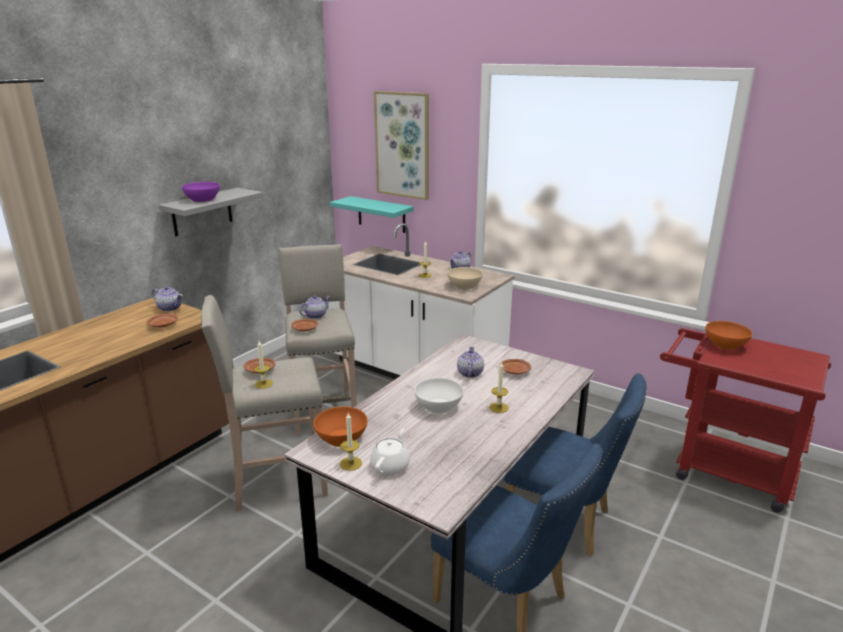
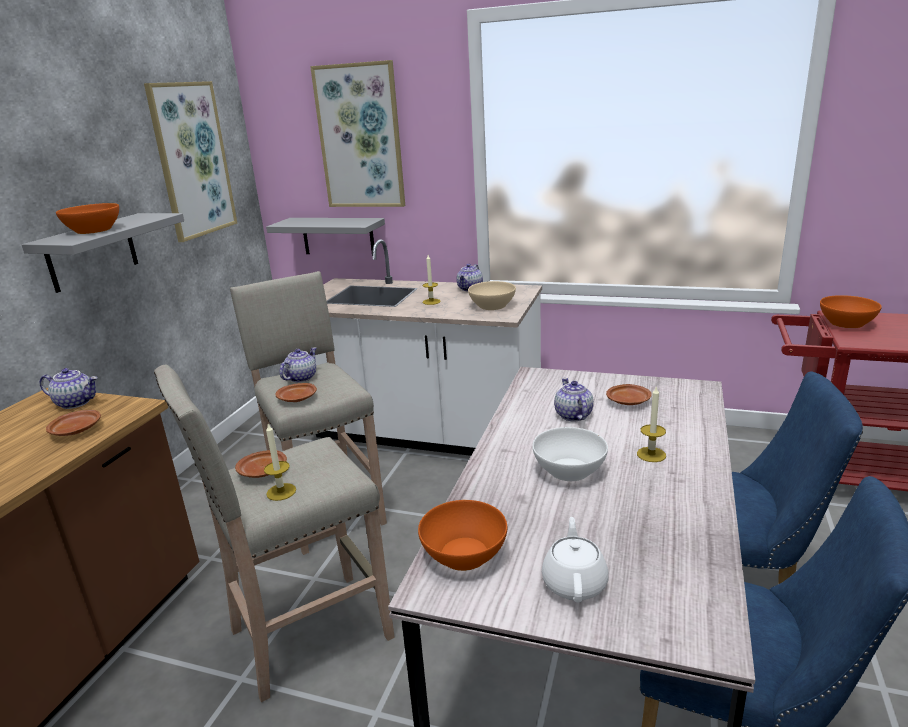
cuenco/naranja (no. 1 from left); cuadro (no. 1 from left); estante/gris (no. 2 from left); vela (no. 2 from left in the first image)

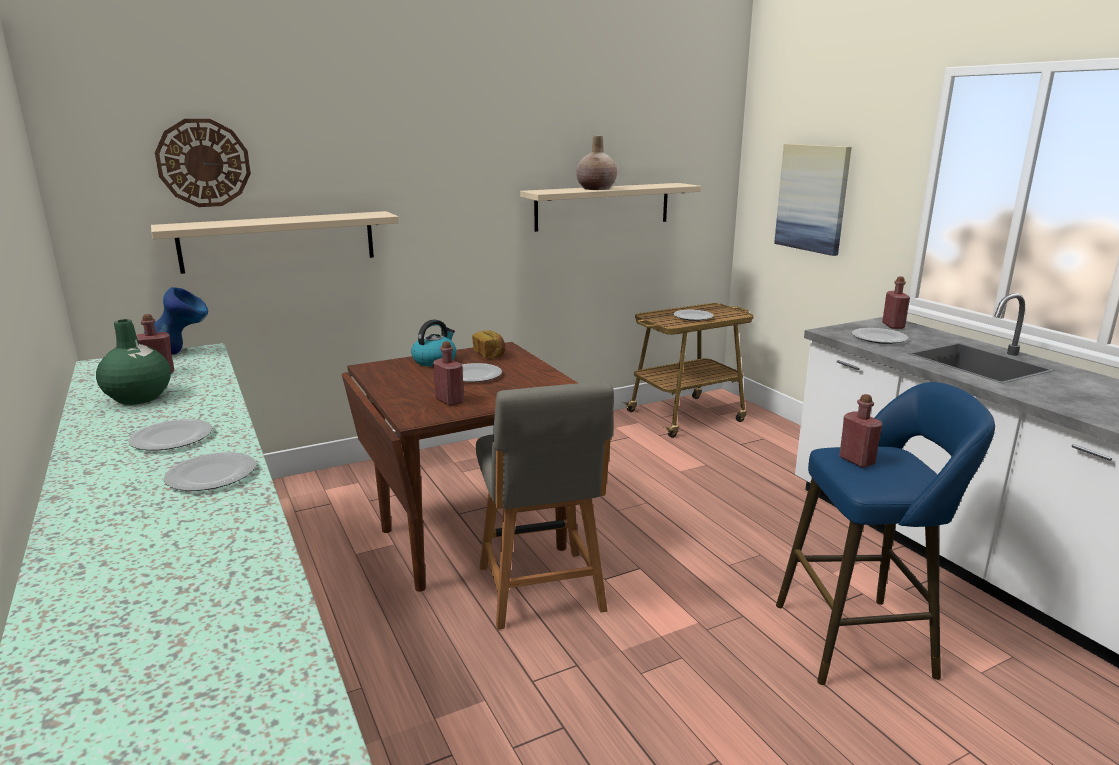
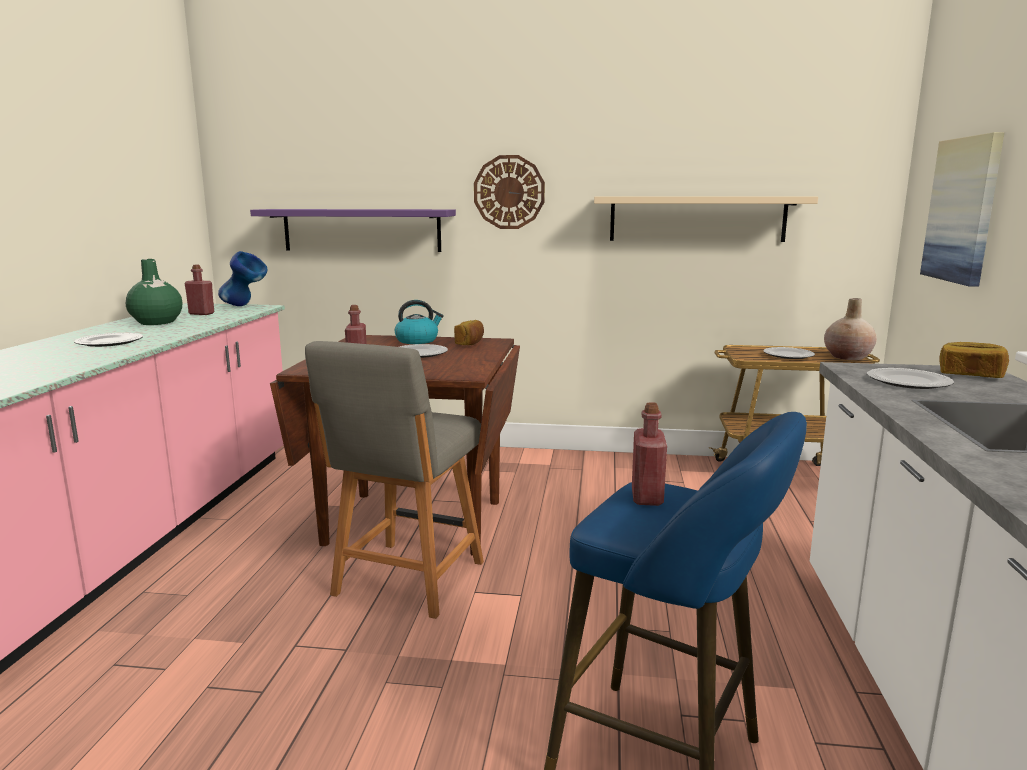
estante/morado; reloj de pared; florero/beis; pan (no. 2 from left); plato (no. 2 from left in the first image)

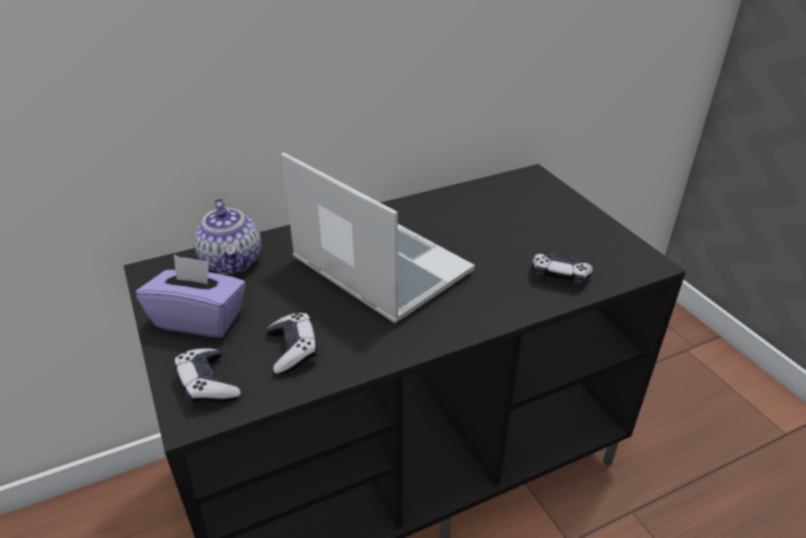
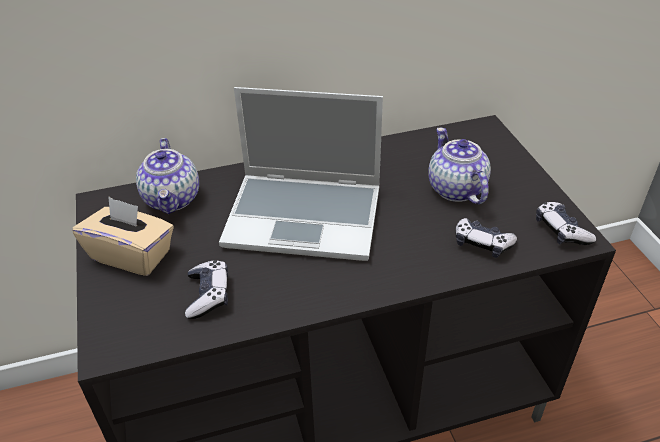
caja de pañuelos/beis; portátil; tetera (no. 2 from left); mando de consola (no. 3 from left)

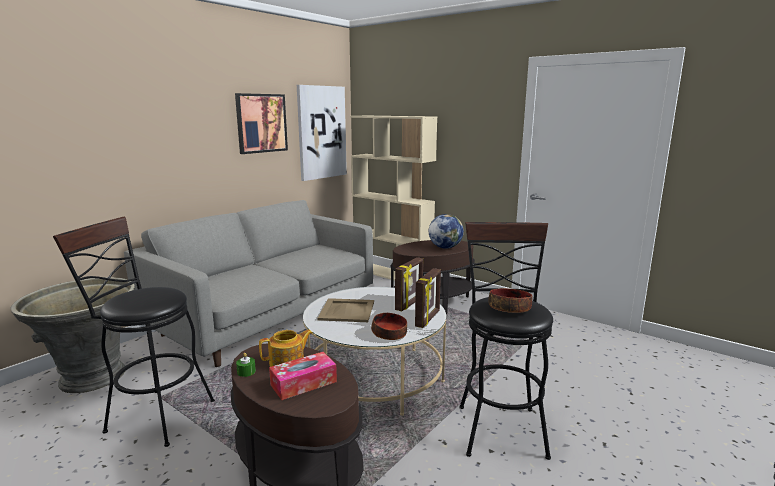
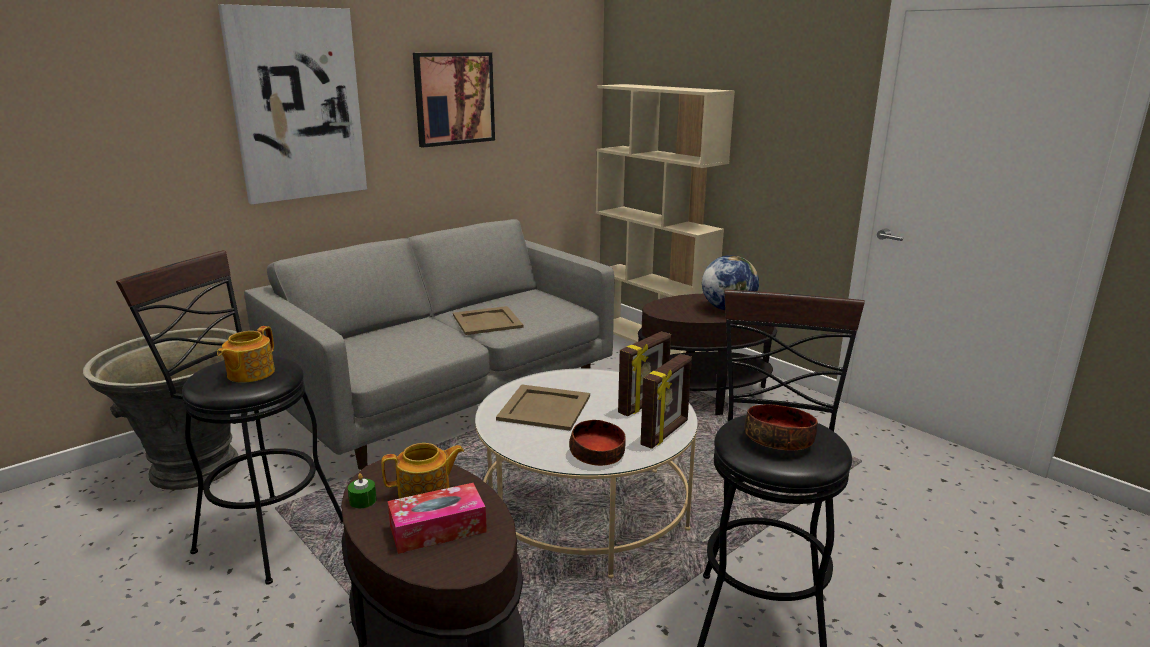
tetera (no. 1 from left); cuadro (no. 1 from left); bandeja/beis (no. 1 from left)

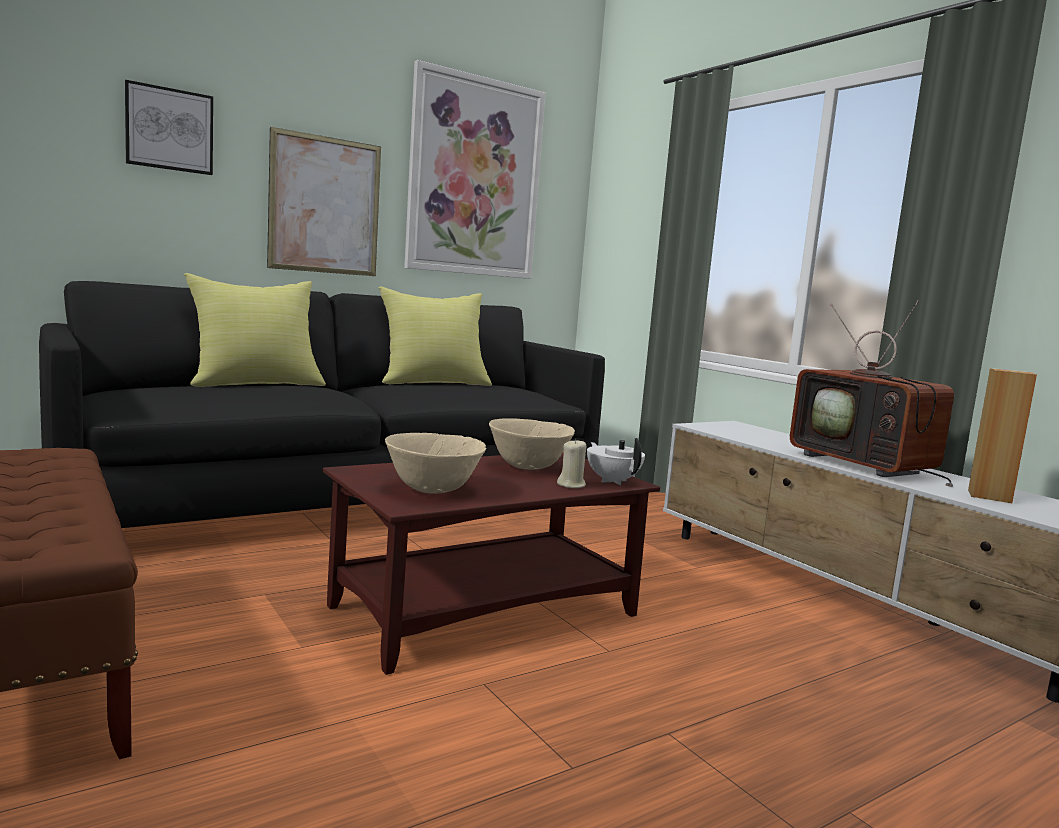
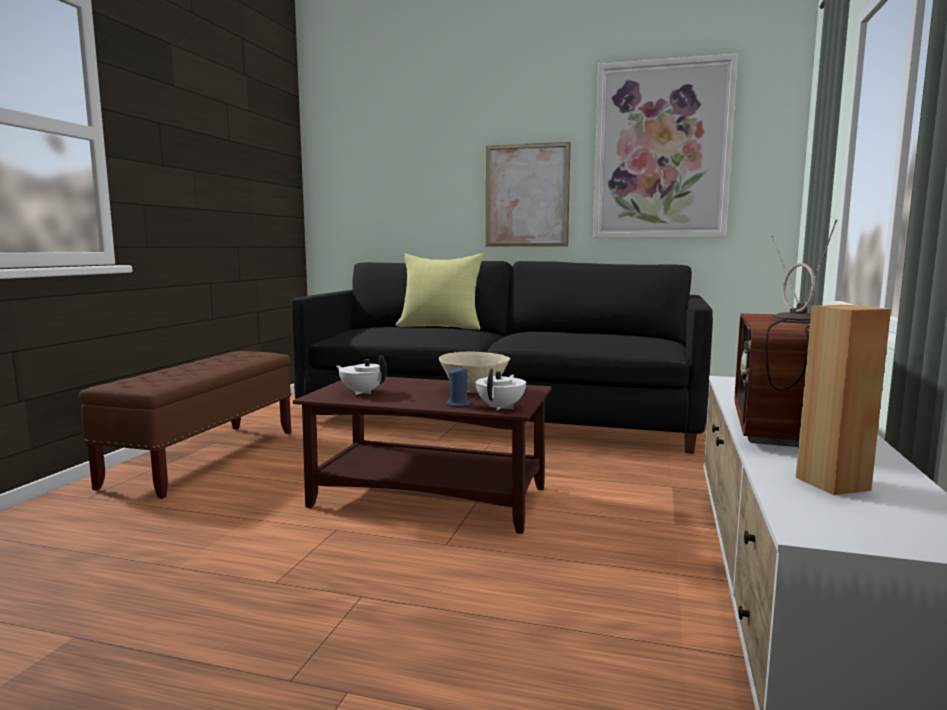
tetera/blanco (no. 1 from left); vela/azul; cuadro (no. 1 from left in the first image); cojín/amarillo (no. 2 from left in the first image)

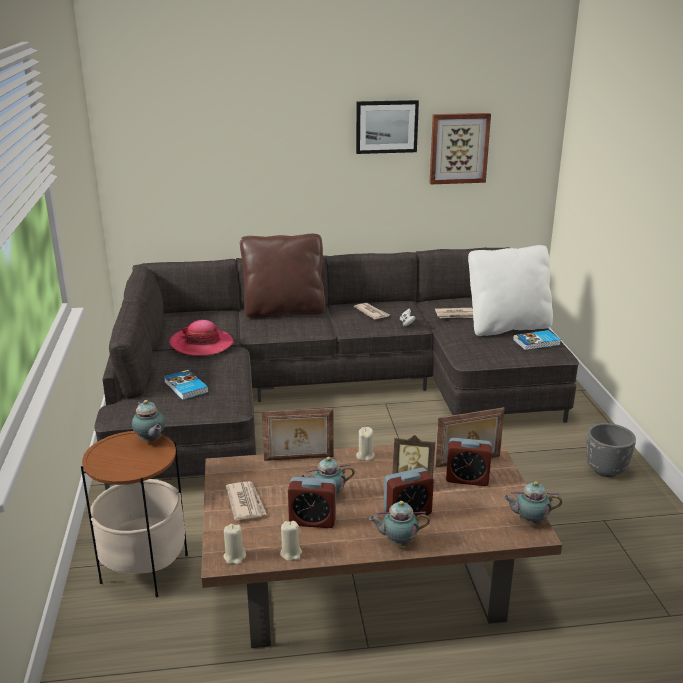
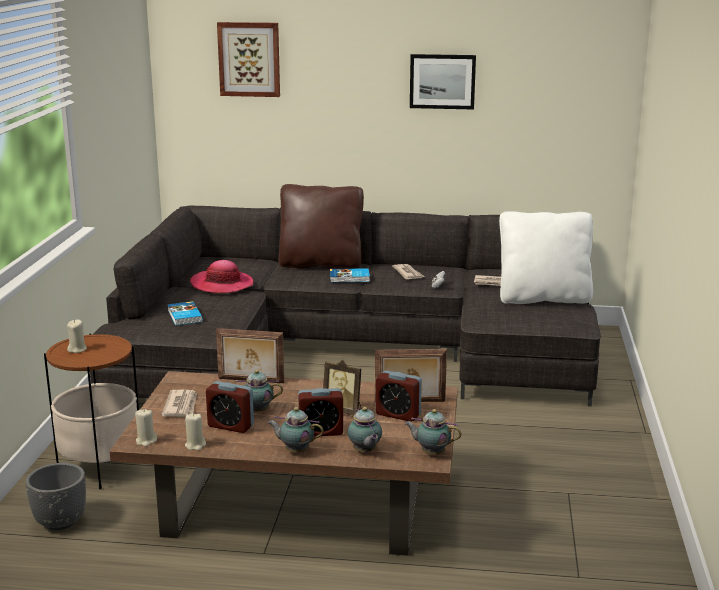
maceta/gris; vela/beis (no. 1 from left); cuadro (no. 1 from left); libro (no. 2 from left); tetera (no. 3 from left)

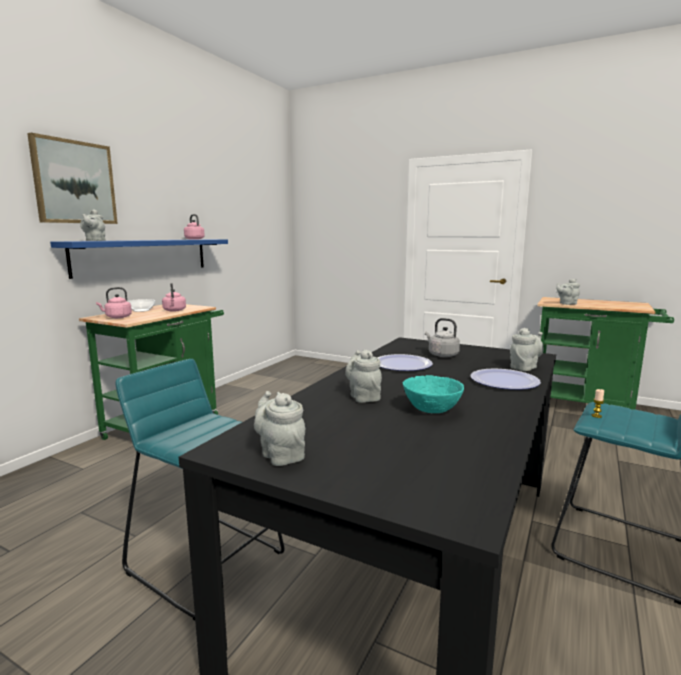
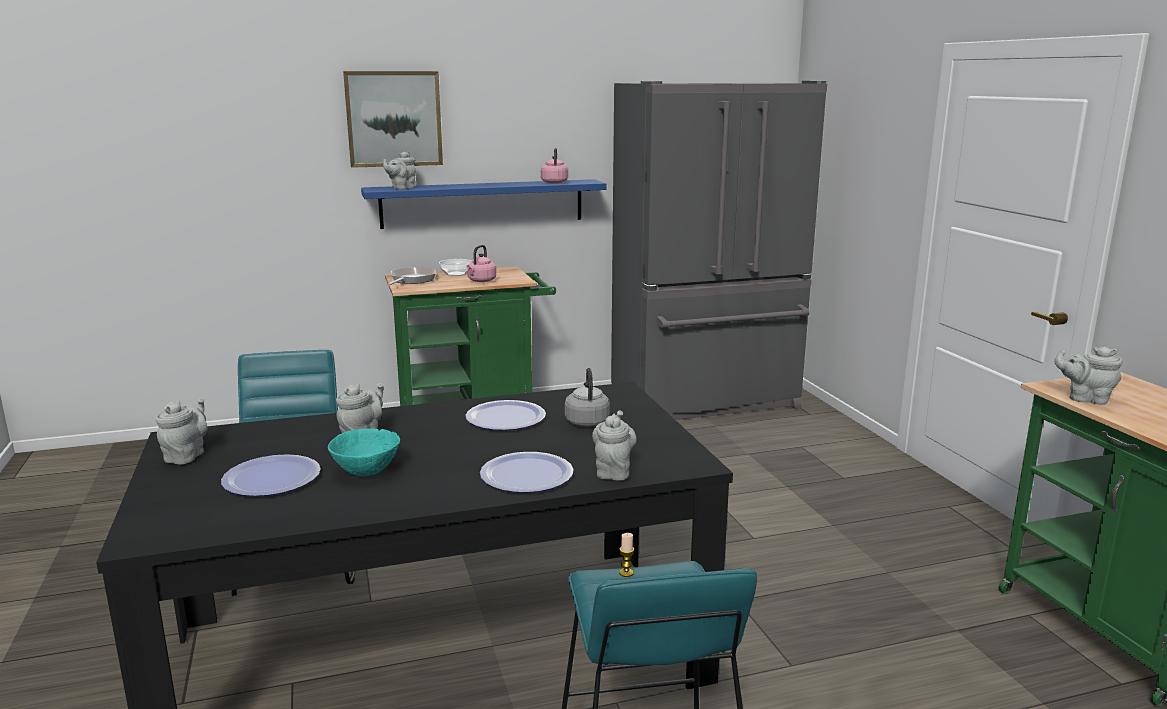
plato (no. 1 from left); sartén; tetera/gris (no. 4 from left); nevera/gris

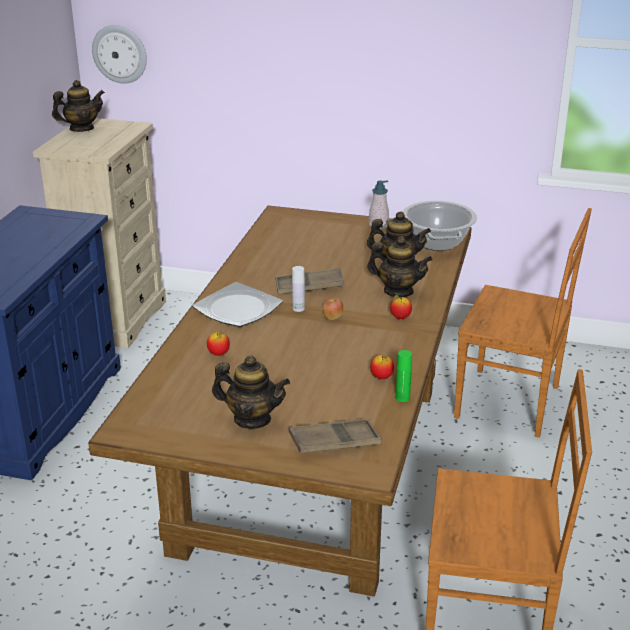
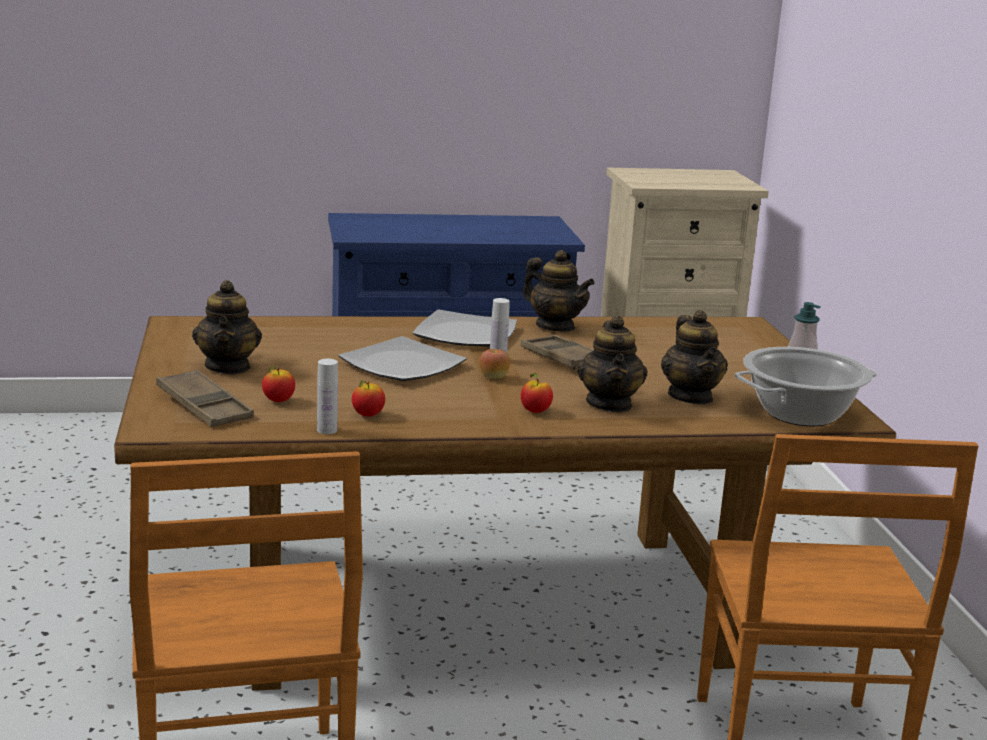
manzana (no. 1 from left); botella/blanco (no. 1 from left); plato (no. 1 from left); tetera (no. 2 from left); reloj de pared

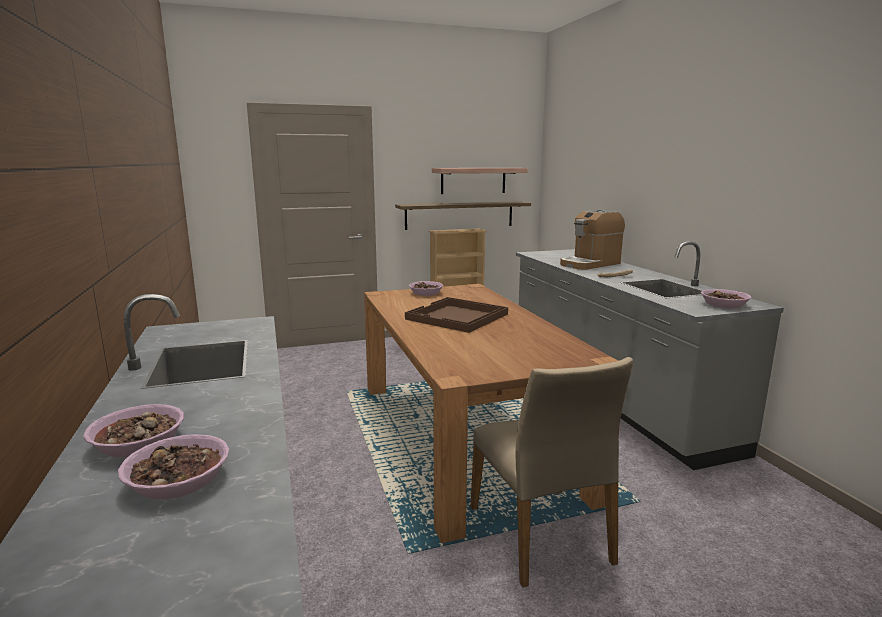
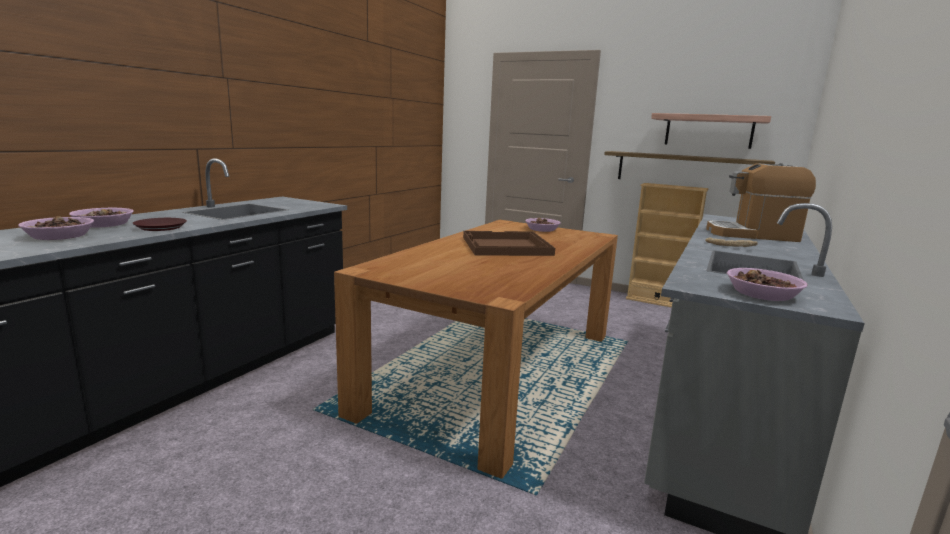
plato/marrón; silla/beis

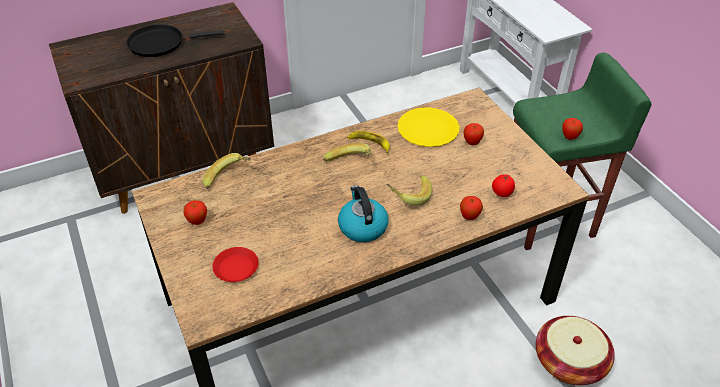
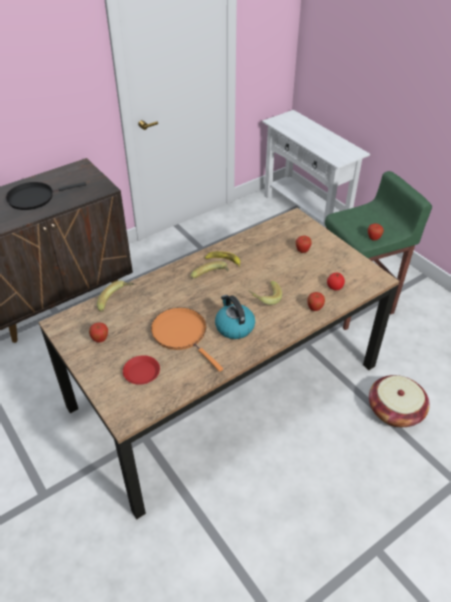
sartén/naranja; plato/amarillo

